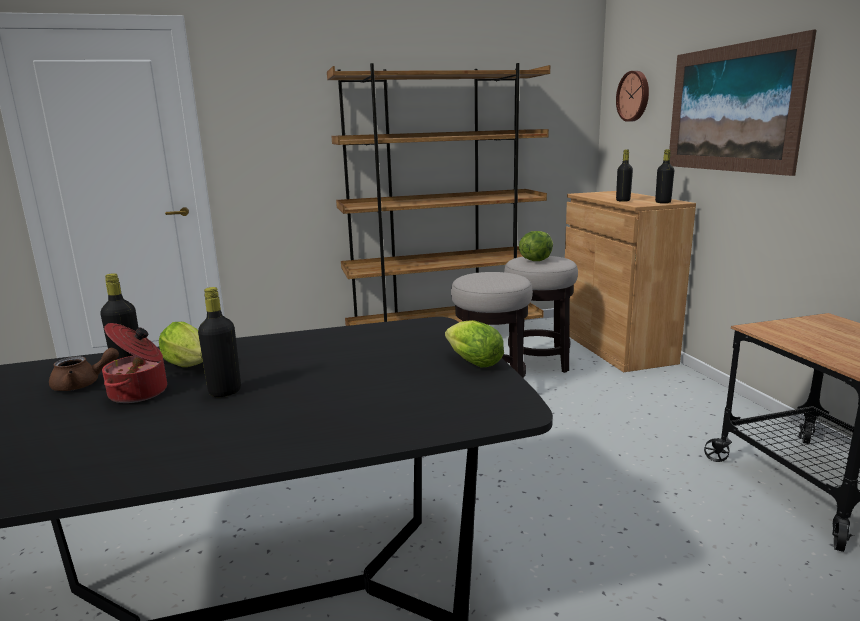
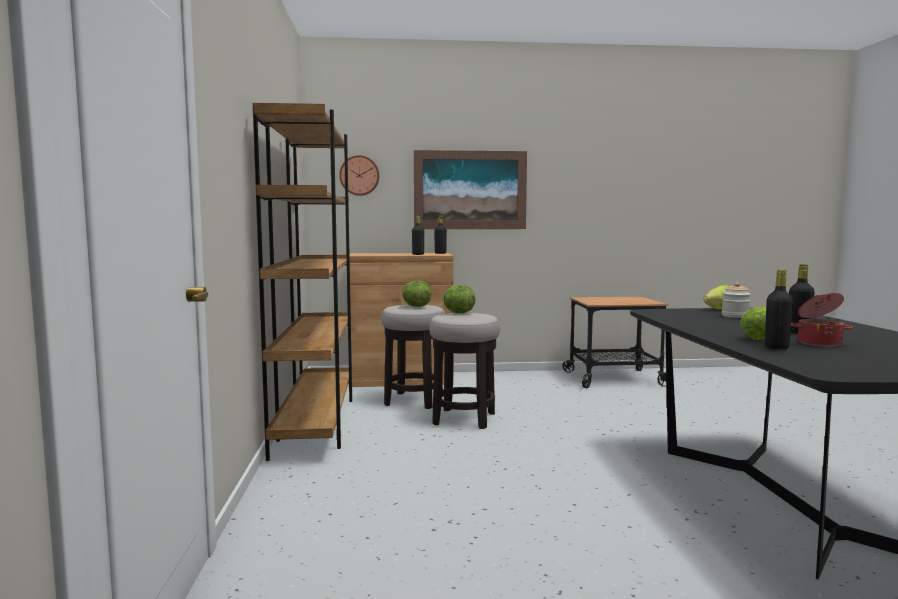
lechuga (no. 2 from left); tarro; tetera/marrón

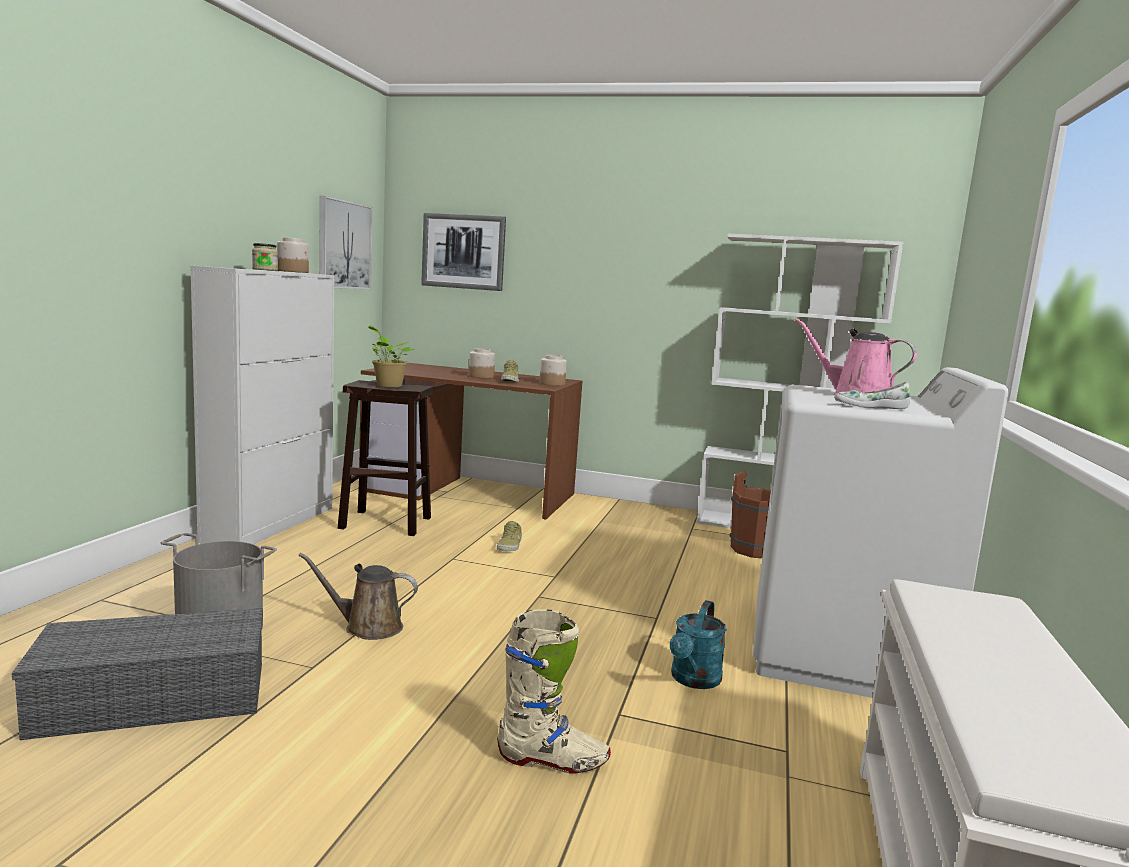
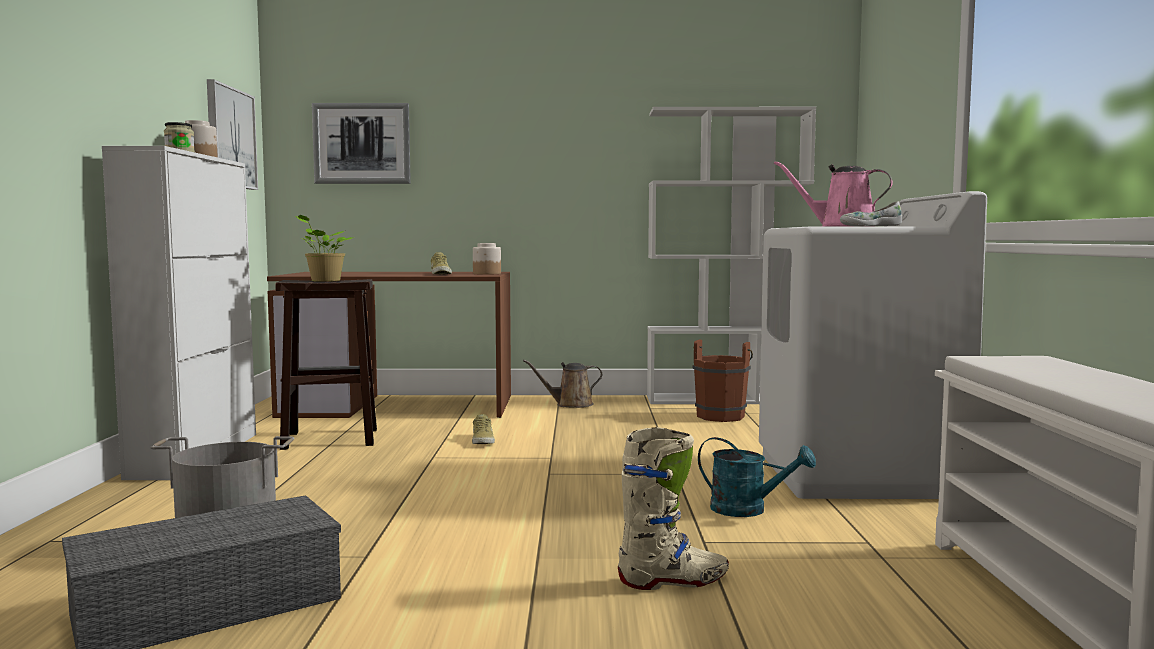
regadera/marrón; regadera/turquesa; tarro (no. 3 from left in the first image)

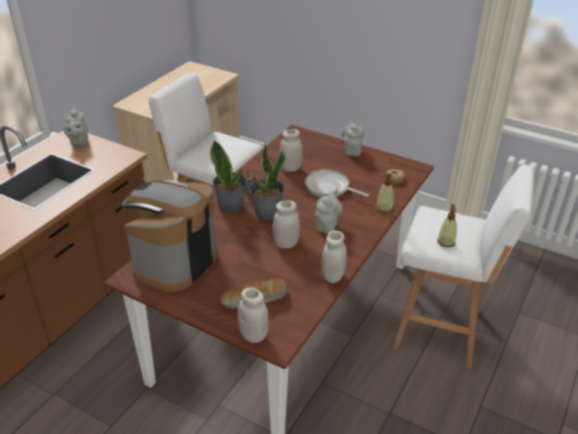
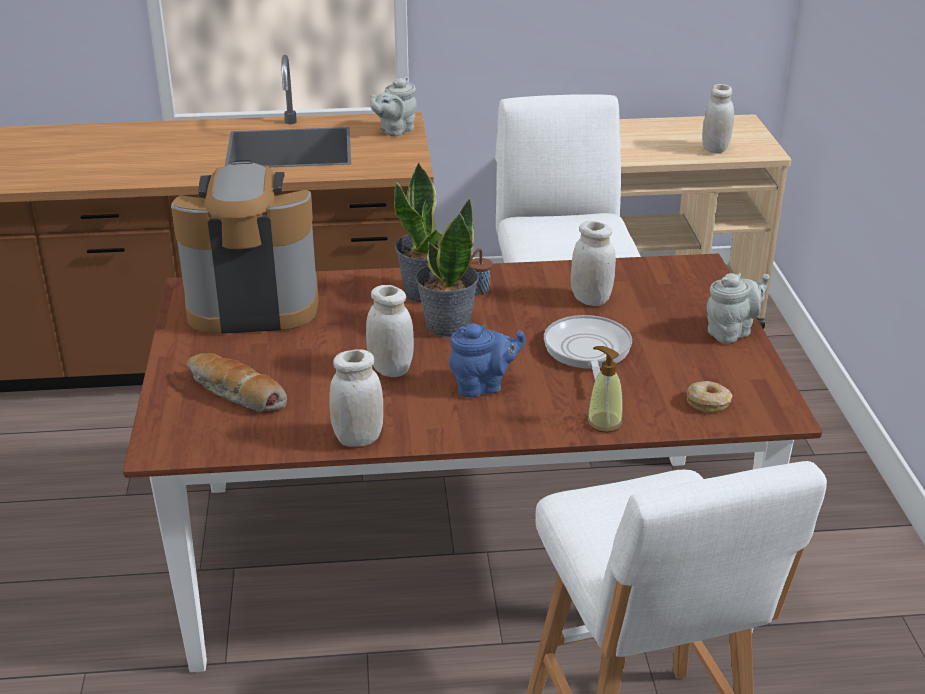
tetera/azul; tarro/blanco (no. 4 from left); dispensador de jabón (no. 2 from left in the first image)

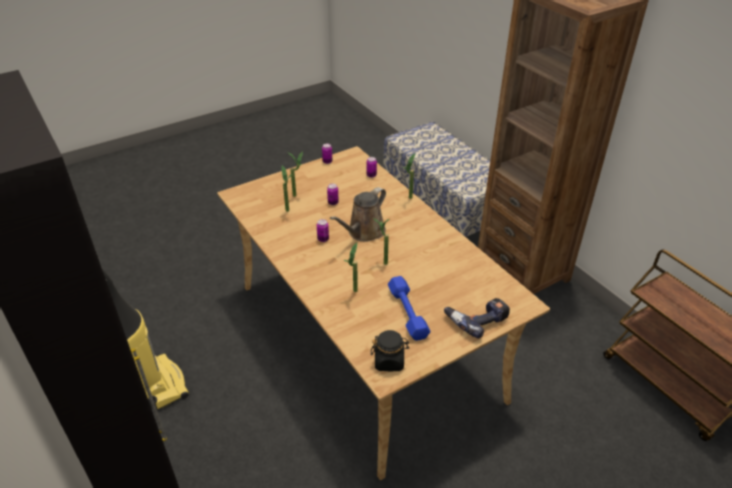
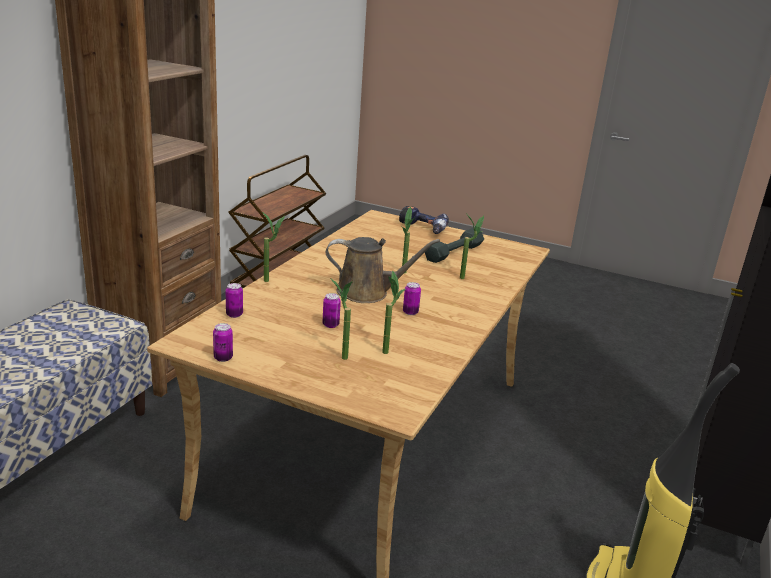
mancuerna/gris; tarro/negro

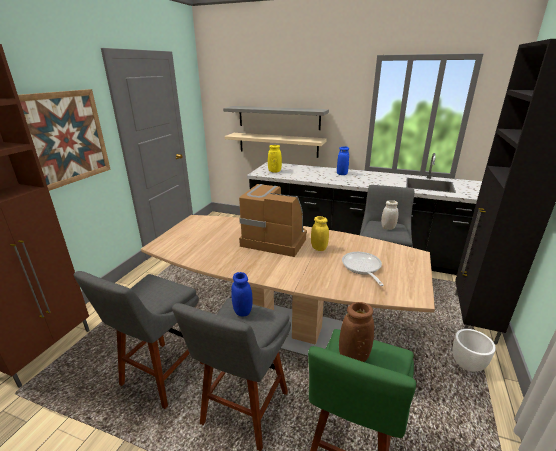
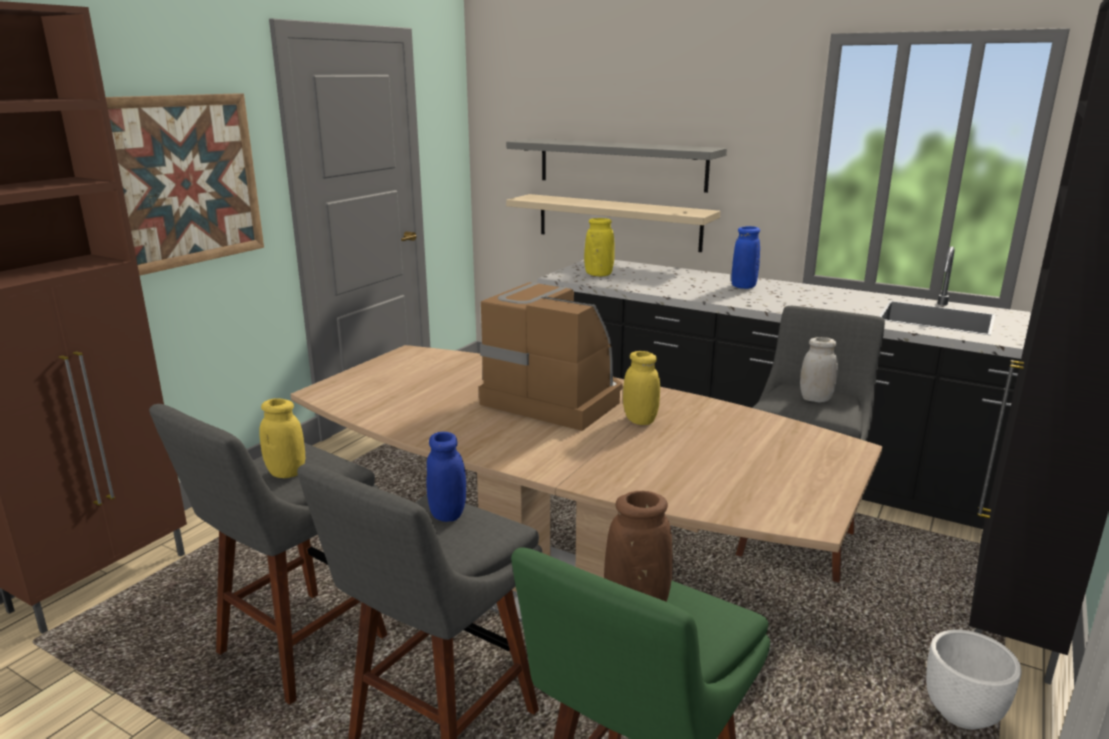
tarro/amarillo (no. 1 from left); sartén

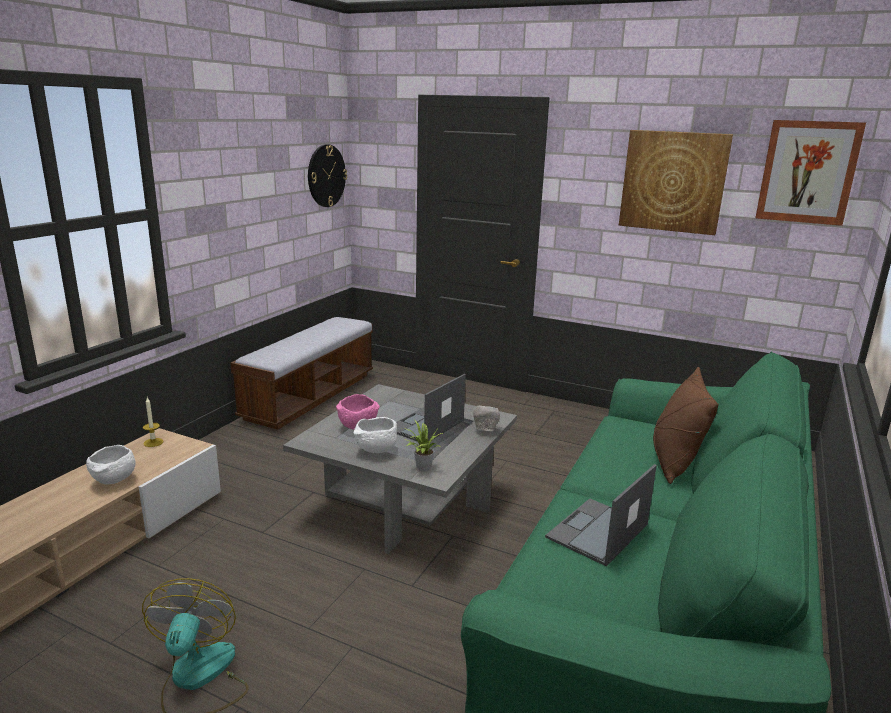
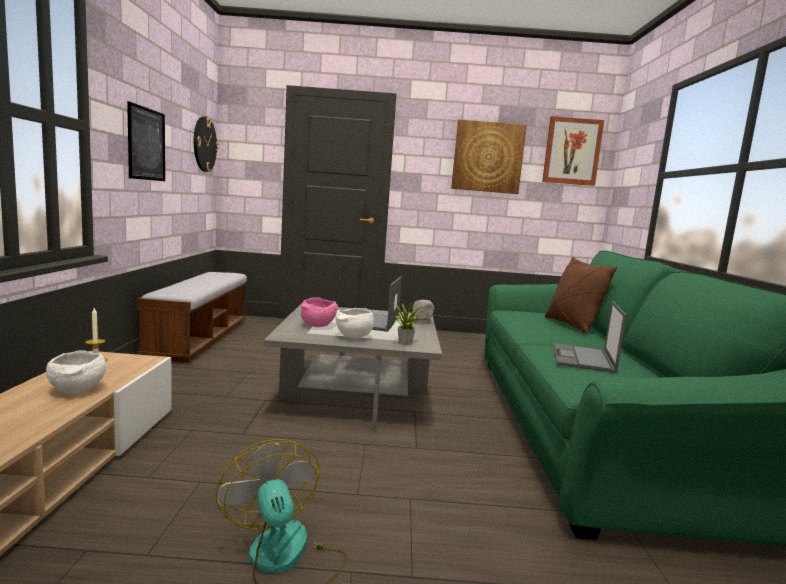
cuadro (no. 1 from left)

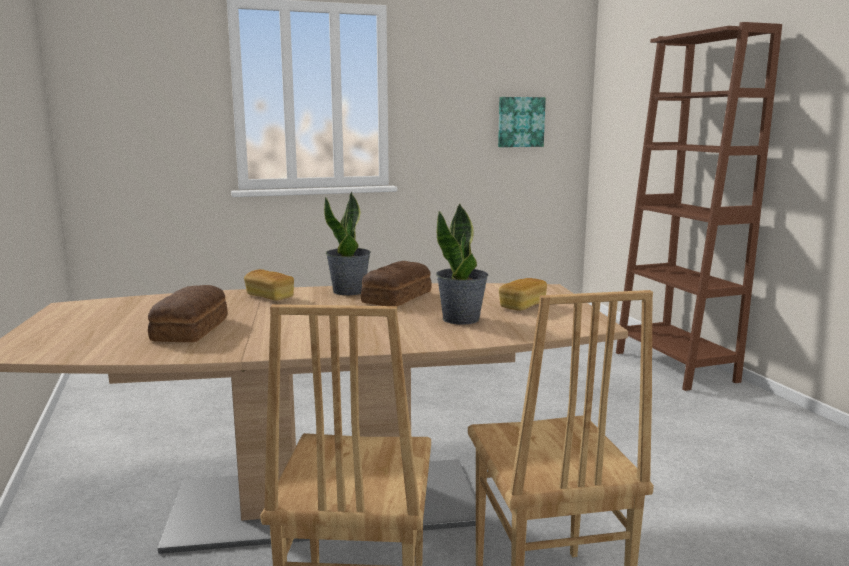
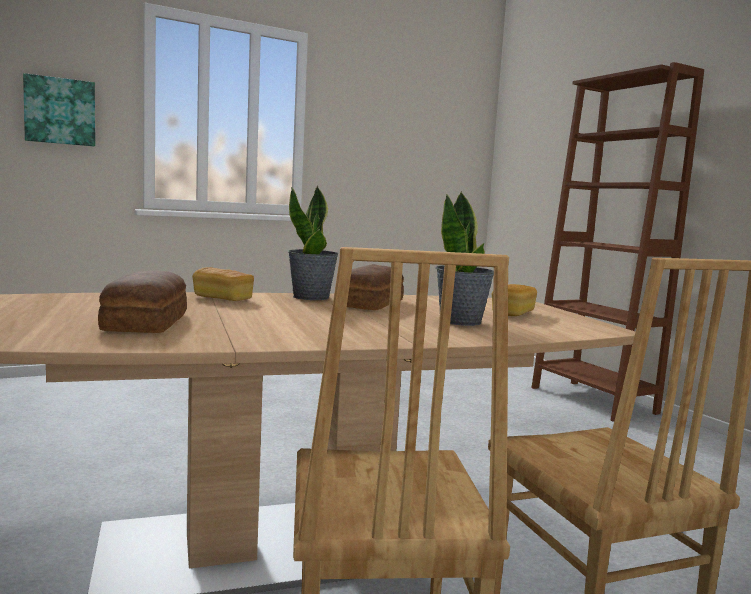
cuadro

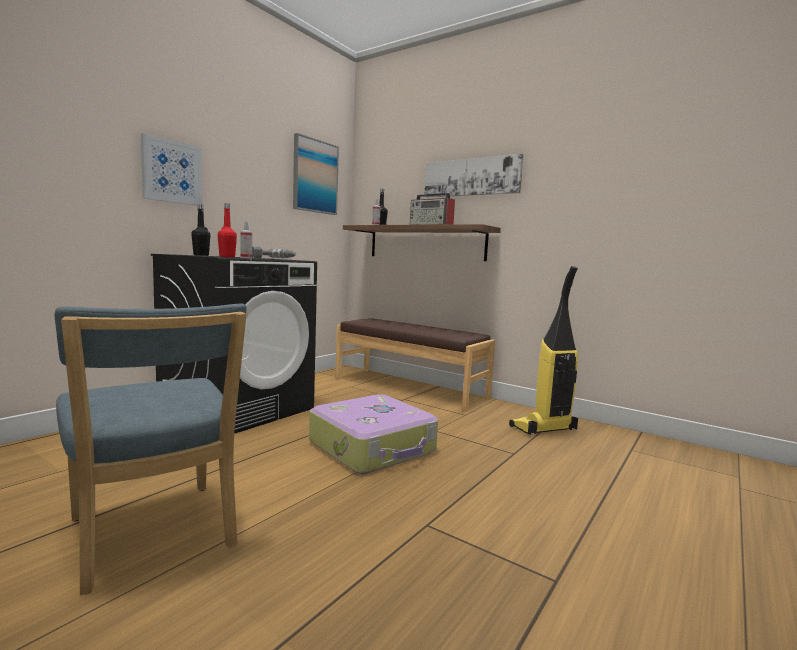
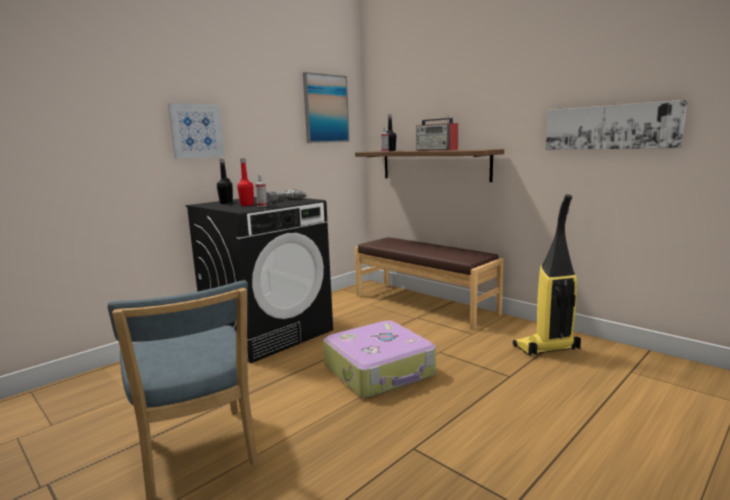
cuadro (no. 3 from left)

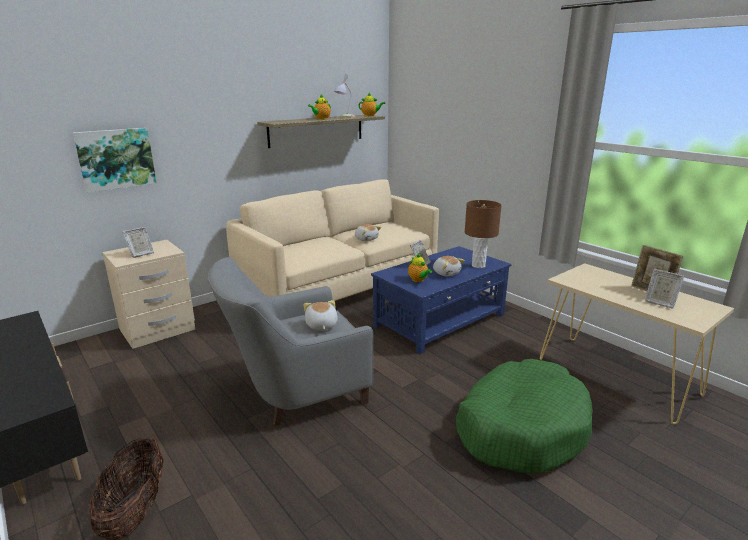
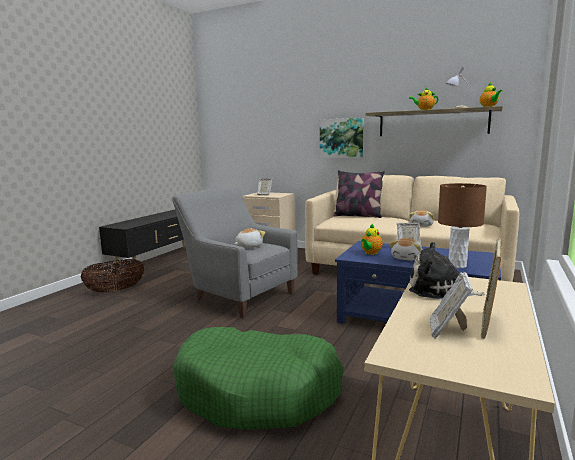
cuadro; cojín; peluche (no. 4 from left)

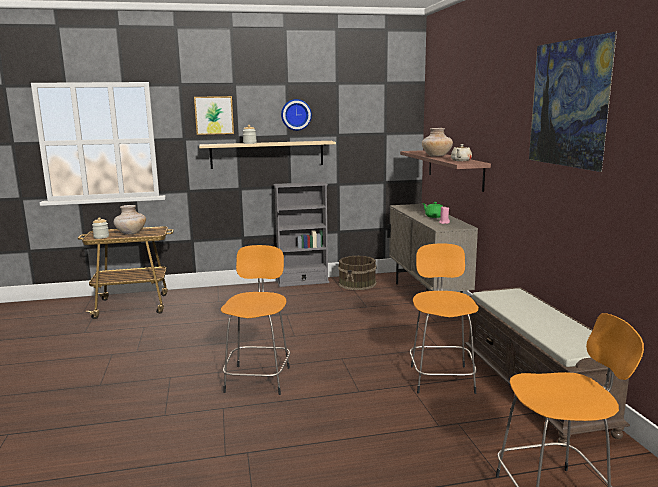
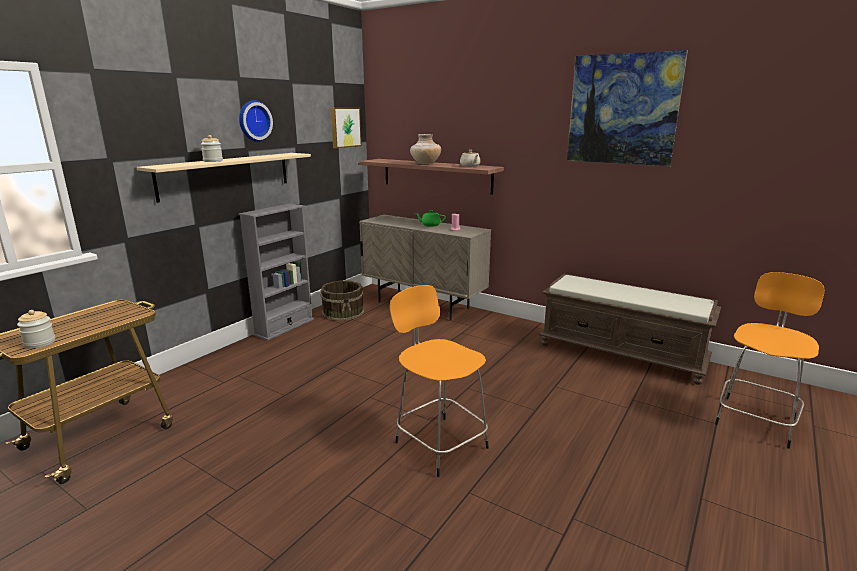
cuadro (no. 1 from left); florero/beis (no. 1 from left in the first image); taburete/naranja (no. 2 from left in the first image)

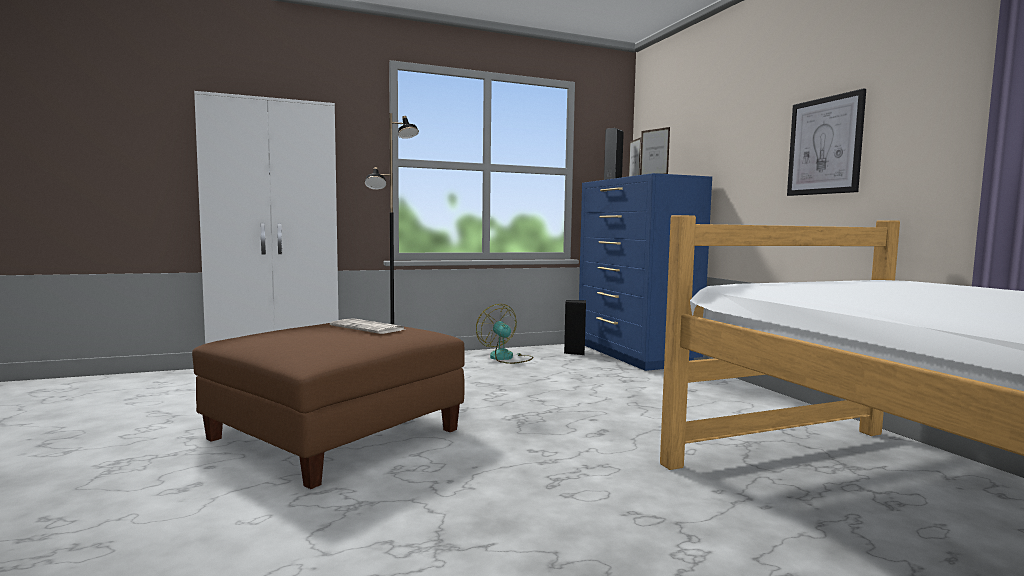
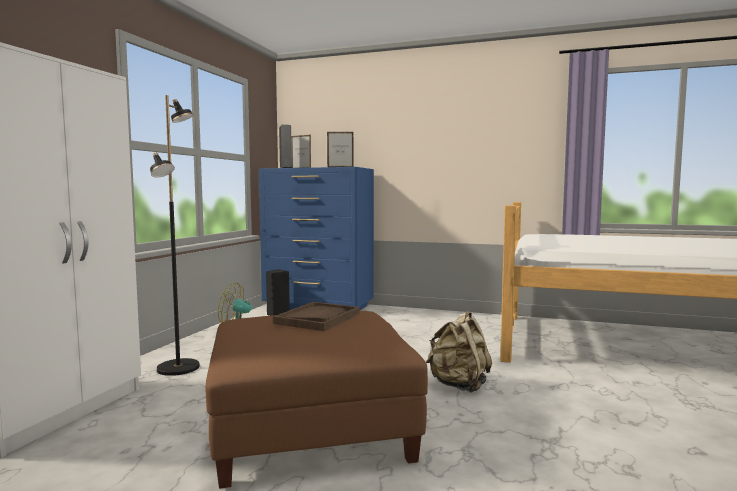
bandeja/marrón; mochila/beis; cuadro

